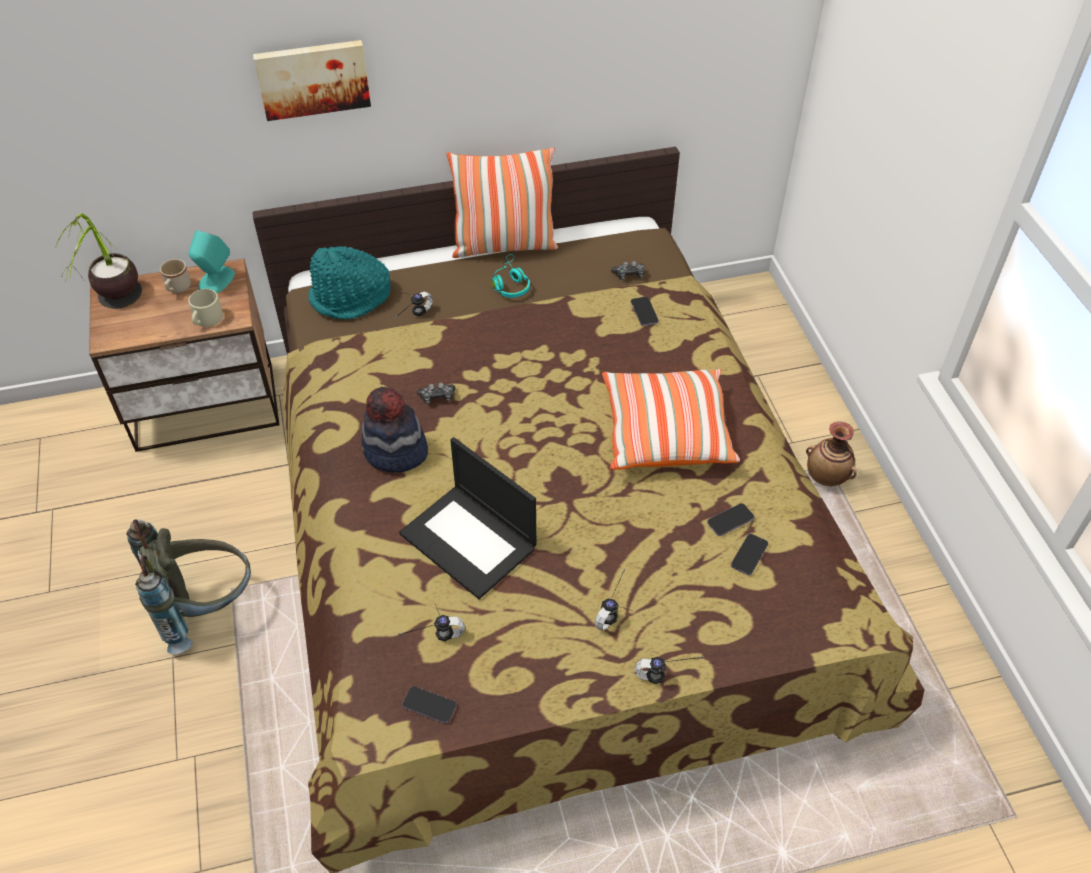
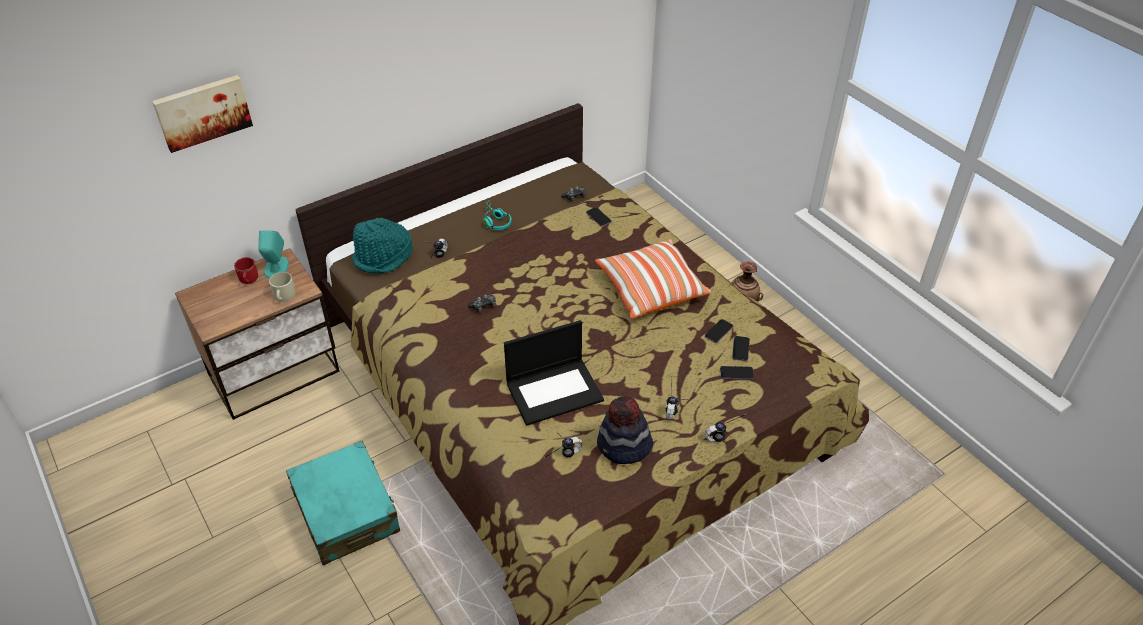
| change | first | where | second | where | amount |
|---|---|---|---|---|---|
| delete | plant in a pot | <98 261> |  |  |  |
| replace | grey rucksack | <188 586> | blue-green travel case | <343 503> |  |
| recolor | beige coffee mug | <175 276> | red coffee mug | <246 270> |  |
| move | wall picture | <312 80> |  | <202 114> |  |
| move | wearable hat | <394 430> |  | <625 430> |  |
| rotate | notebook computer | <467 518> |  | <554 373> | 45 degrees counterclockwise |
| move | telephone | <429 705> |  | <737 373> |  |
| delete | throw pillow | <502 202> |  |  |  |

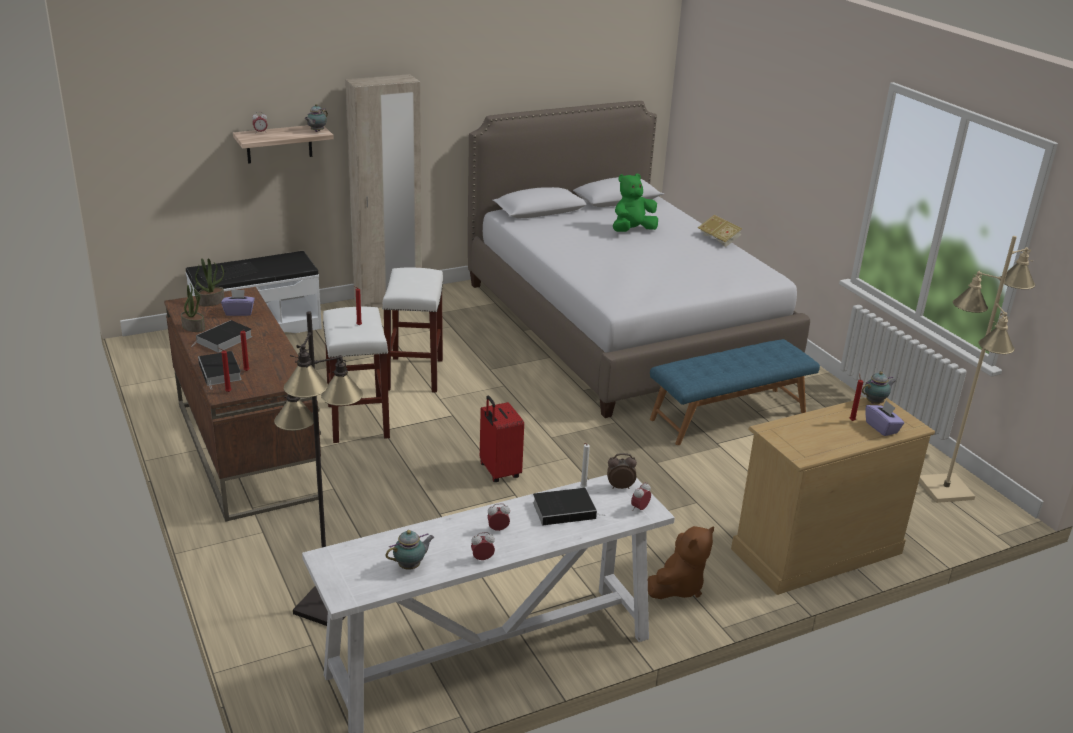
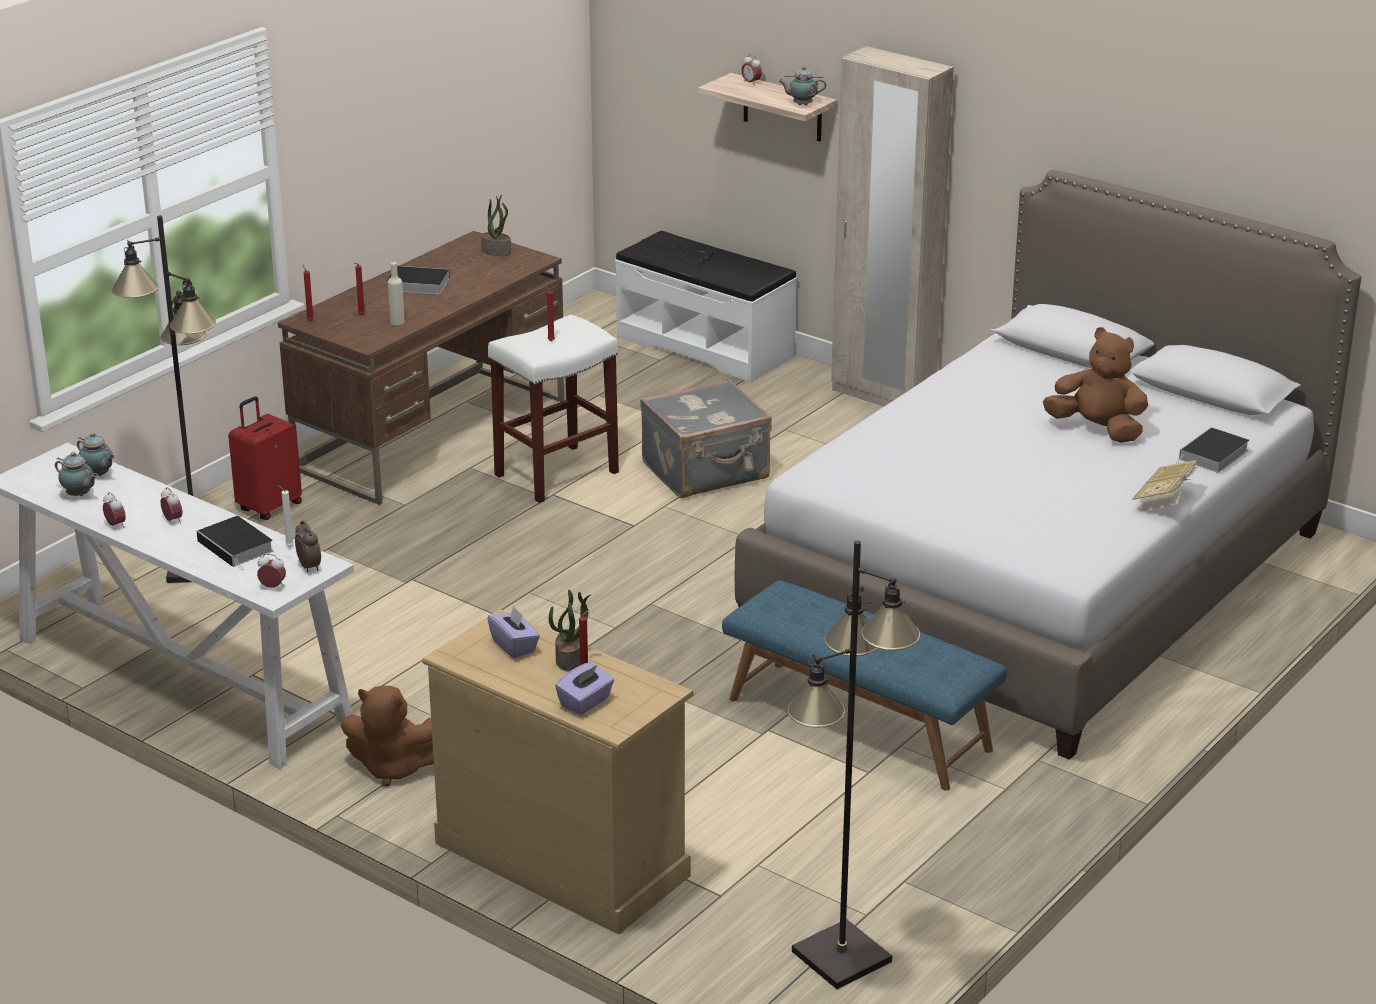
| change | first | where | second | where | amount |
|---|---|---|---|---|---|
| move | plant in a pot | <193 307> |  | <570 630> |  |
| move | volume | <220 370> |  | <1212 450> |  |
| move | purplish tissue box | <238 303> |  | <513 631> |  |
| replace | whitish sitting stool | <412 330> | grey travel case | <706 438> |  |
| move | red travel case | <502 439> |  | <265 458> |  |
| recolor | green-coloured soft toy | <635 202> | brown soft toy | <1095 385> |  |
| move | teapot | <879 387> |  | <96 454> |  |
| recolor | beige standing lamp | <977 369> | black-coloured standing lamp | <854 765> |  |
| insert |  |  | beige bottle | <396 293> |  |

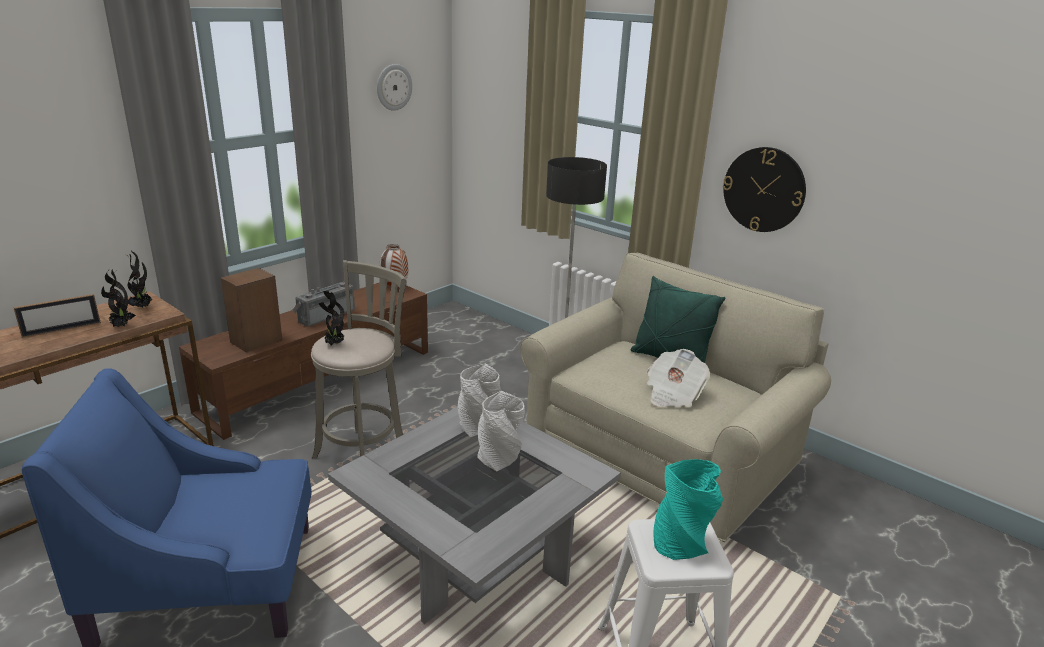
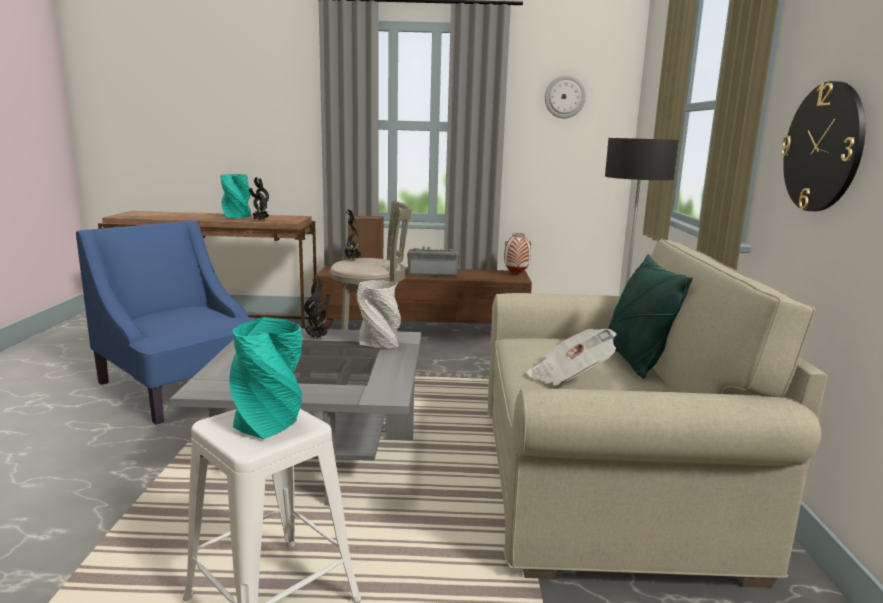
| change | first | where | second | where | amount |
|---|---|---|---|---|---|
| replace | photo frame | <57 316> | blue-green decorative vase | <235 196> |  |
| move | plant in a pot | <138 279> |  | <317 308> |  |
| delete | grey decorative vase | <501 431> |  |  |  |

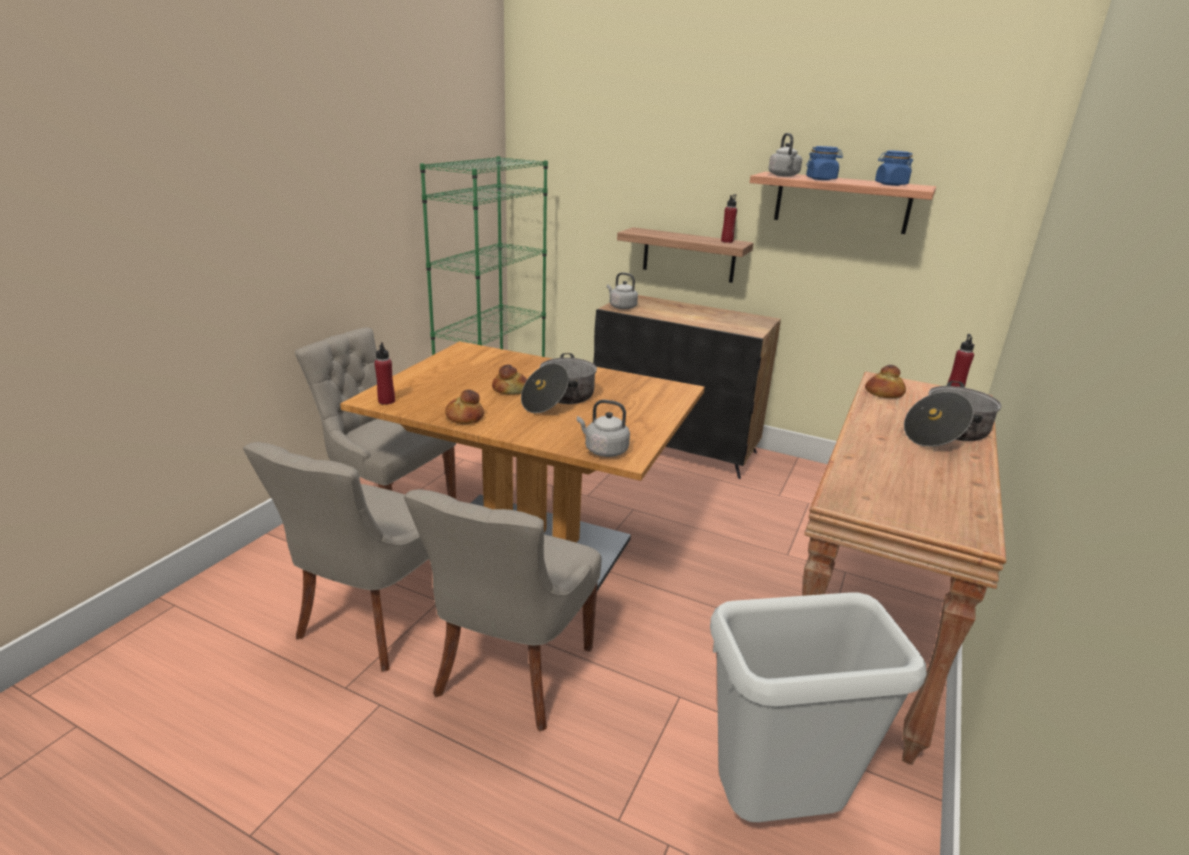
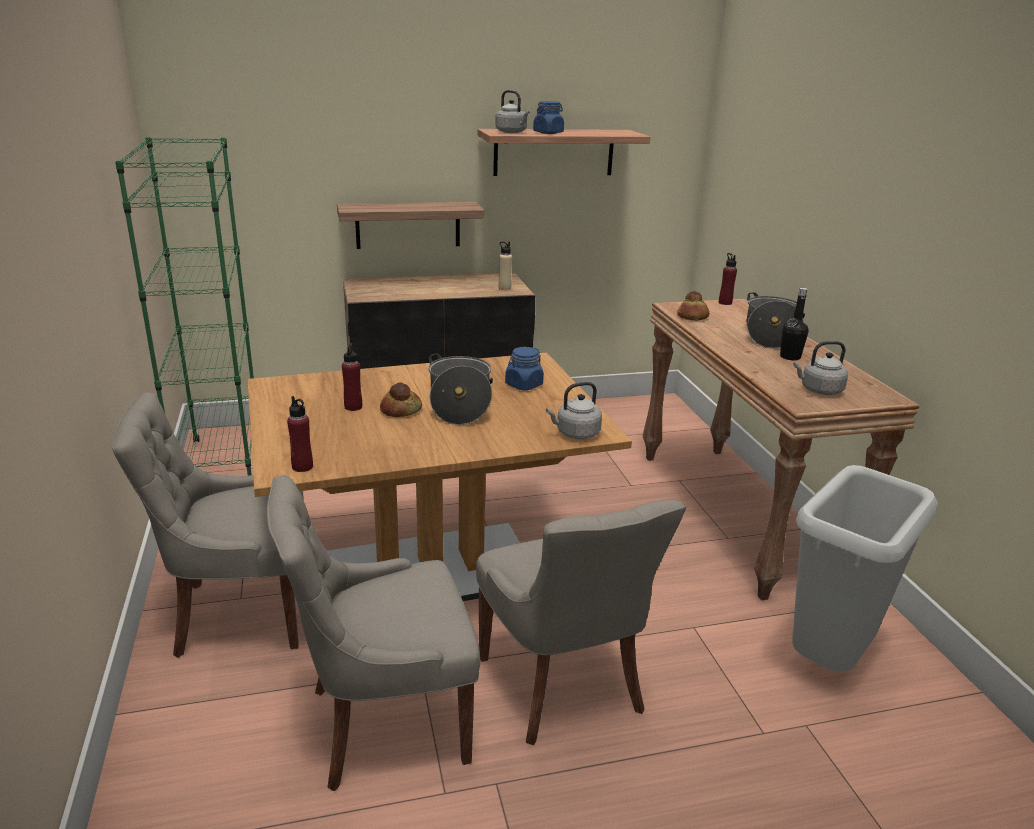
| change | first | where | second | where | amount |
|---|---|---|---|---|---|
| rotate | grey upright chair | <336 557> |  | <373 633> | 90 degrees clockwise |
| delete | bread | <464 407> |  |  |  |
| move | grey water kettle | <622 290> |  | <820 368> |  |
| move | red bottle | <729 218> |  | <352 377> |  |
| move | blue preserve jar | <894 168> |  | <524 368> |  |
| insert |  |  | beige bottle | <505 266> |  |
| insert |  |  | black-coloured bottle | <794 324> |  |

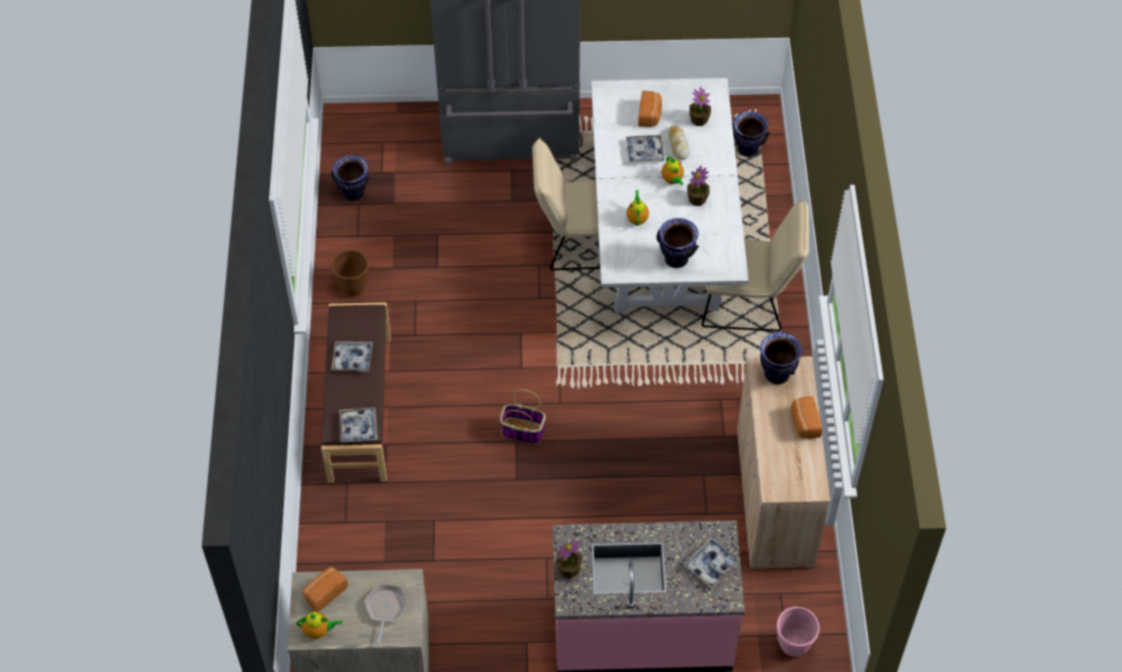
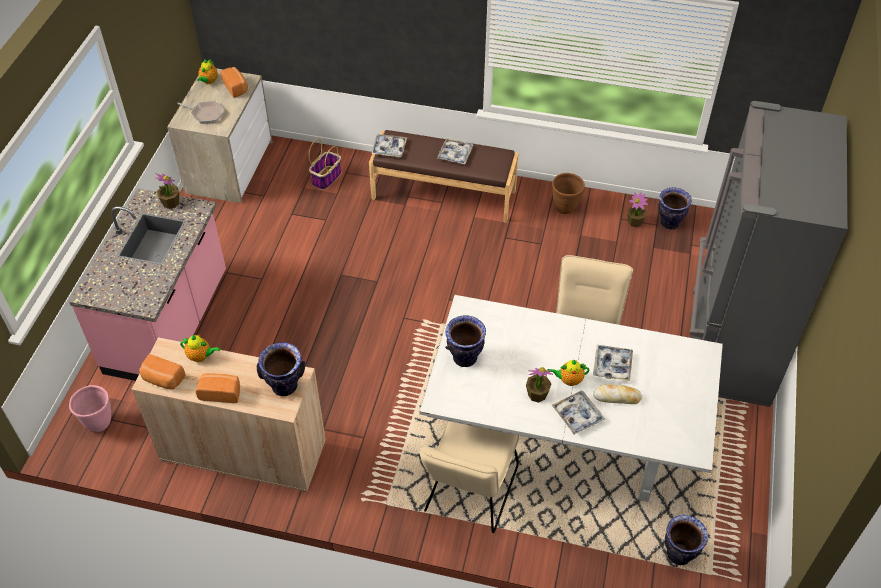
| change | first | where | second | where | amount |
|---|---|---|---|---|---|
| move | household basket | <523 416> |  | <325 164> |  |
| move | teapot | <637 208> |  | <200 348> |  |
| move | bread | <650 109> |  | <162 372> |  |
| move | tray | <712 562> |  | <578 412> |  |
| move | plant in a pot | <700 106> |  | <637 209> |  |

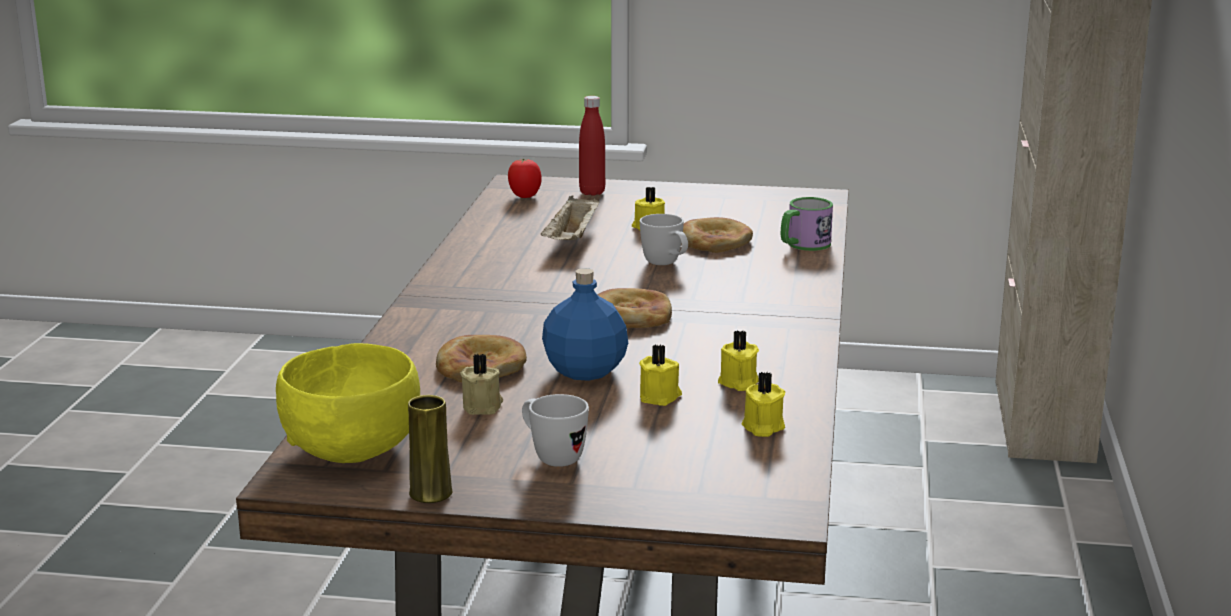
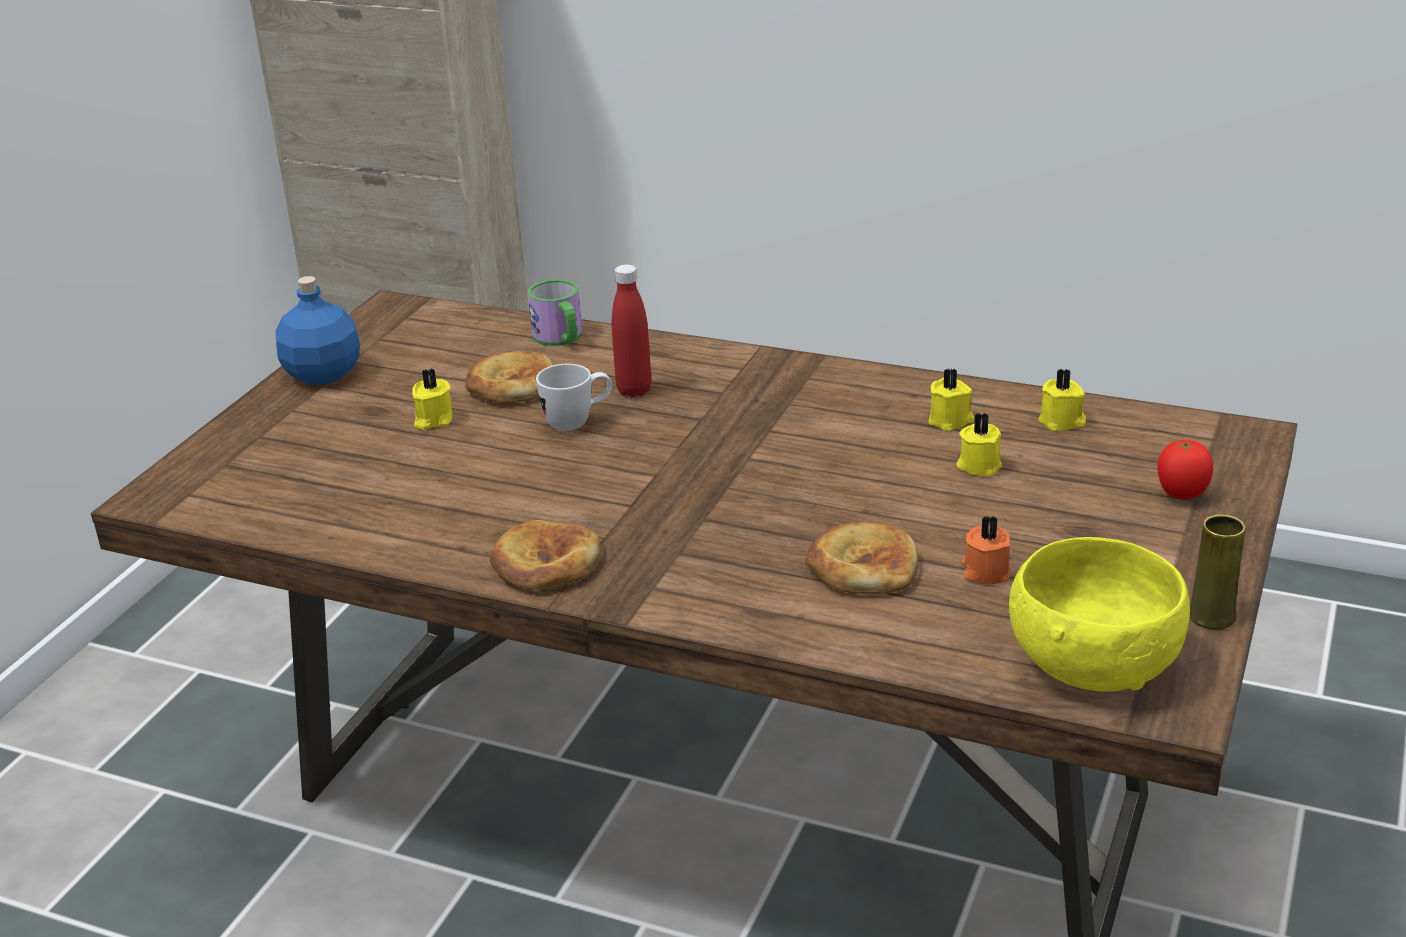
| change | first | where | second | where | amount |
|---|---|---|---|---|---|
| recolor | beige wax candle | <481 384> | orange wax candle | <986 550> |  |
| move | tomato | <525 178> |  | <1185 469> |  |
| delete | whitish coffee mug | <555 430> |  |  |  |
| delete | beige tray | <570 218> |  |  |  |
| move | blue bottle | <585 324> |  | <317 330> |  |
| move | red bottle | <592 146> |  | <631 330> |  |
| move | bread | <635 308> |  | <546 555> |  |

